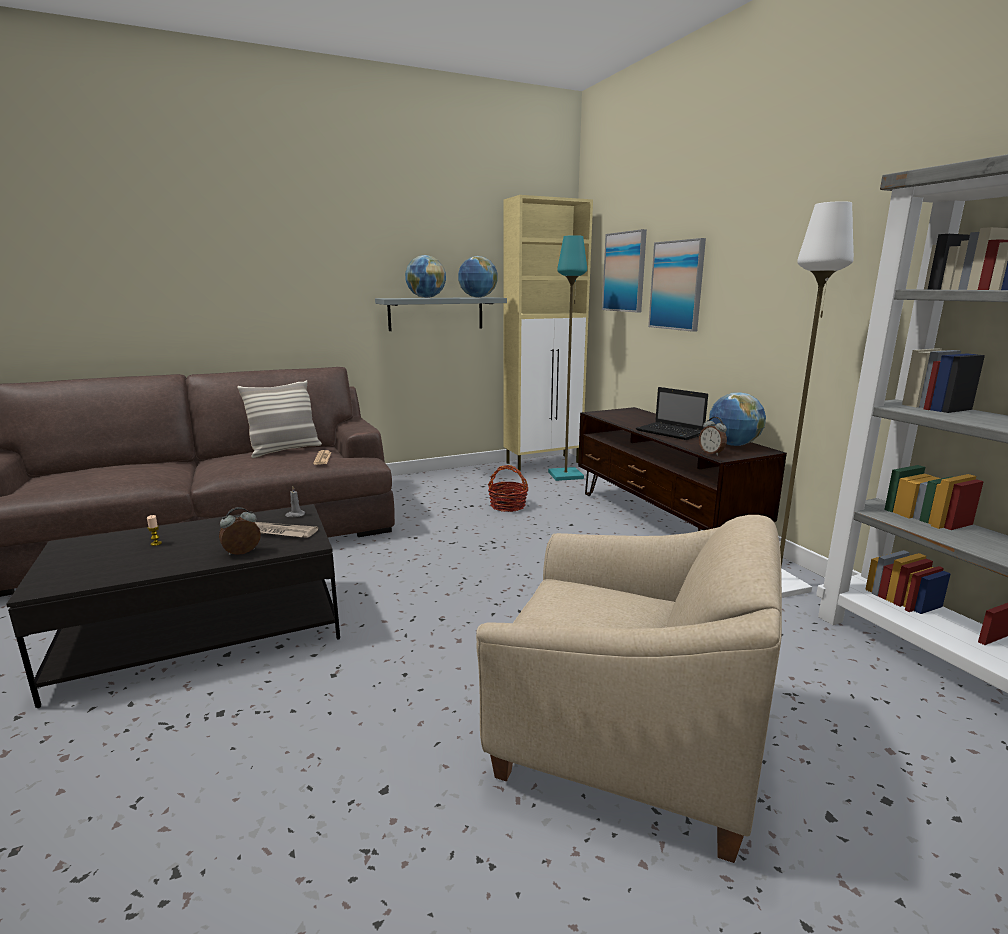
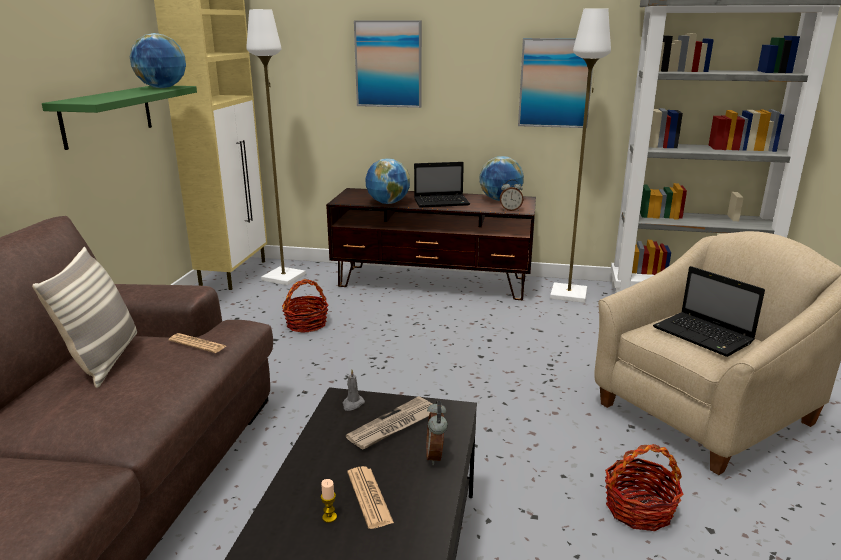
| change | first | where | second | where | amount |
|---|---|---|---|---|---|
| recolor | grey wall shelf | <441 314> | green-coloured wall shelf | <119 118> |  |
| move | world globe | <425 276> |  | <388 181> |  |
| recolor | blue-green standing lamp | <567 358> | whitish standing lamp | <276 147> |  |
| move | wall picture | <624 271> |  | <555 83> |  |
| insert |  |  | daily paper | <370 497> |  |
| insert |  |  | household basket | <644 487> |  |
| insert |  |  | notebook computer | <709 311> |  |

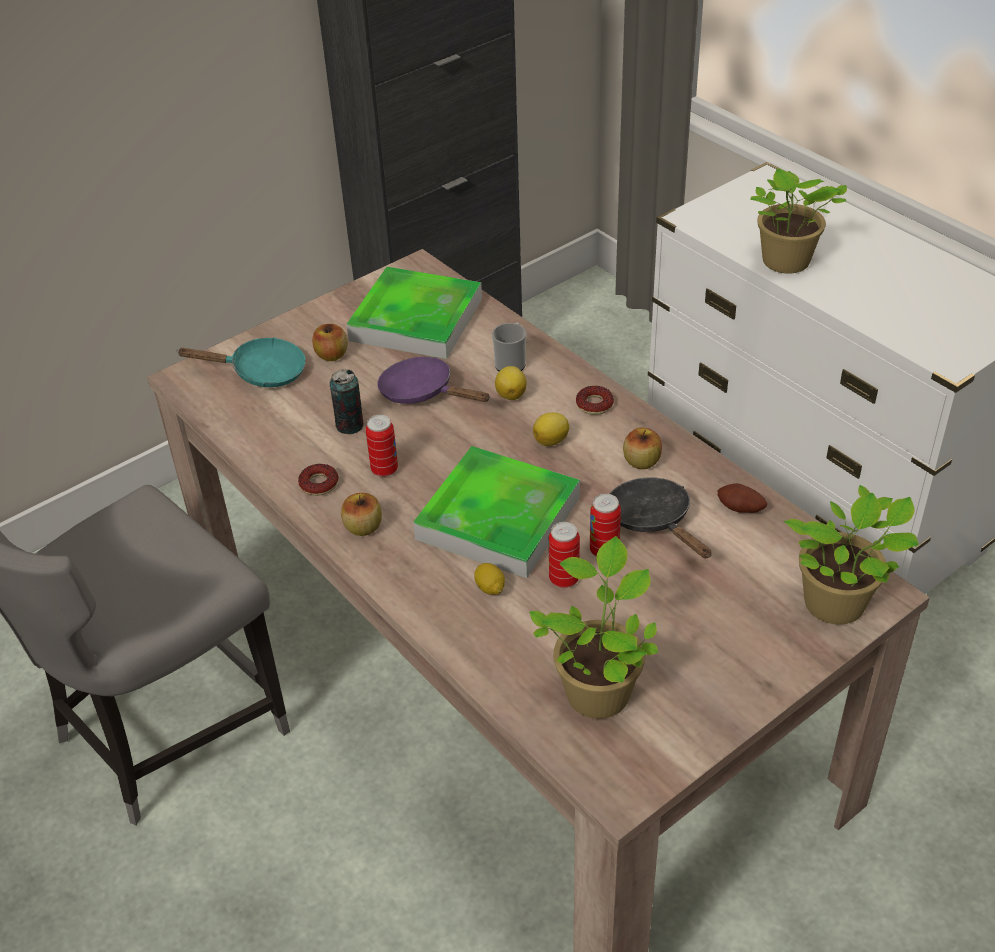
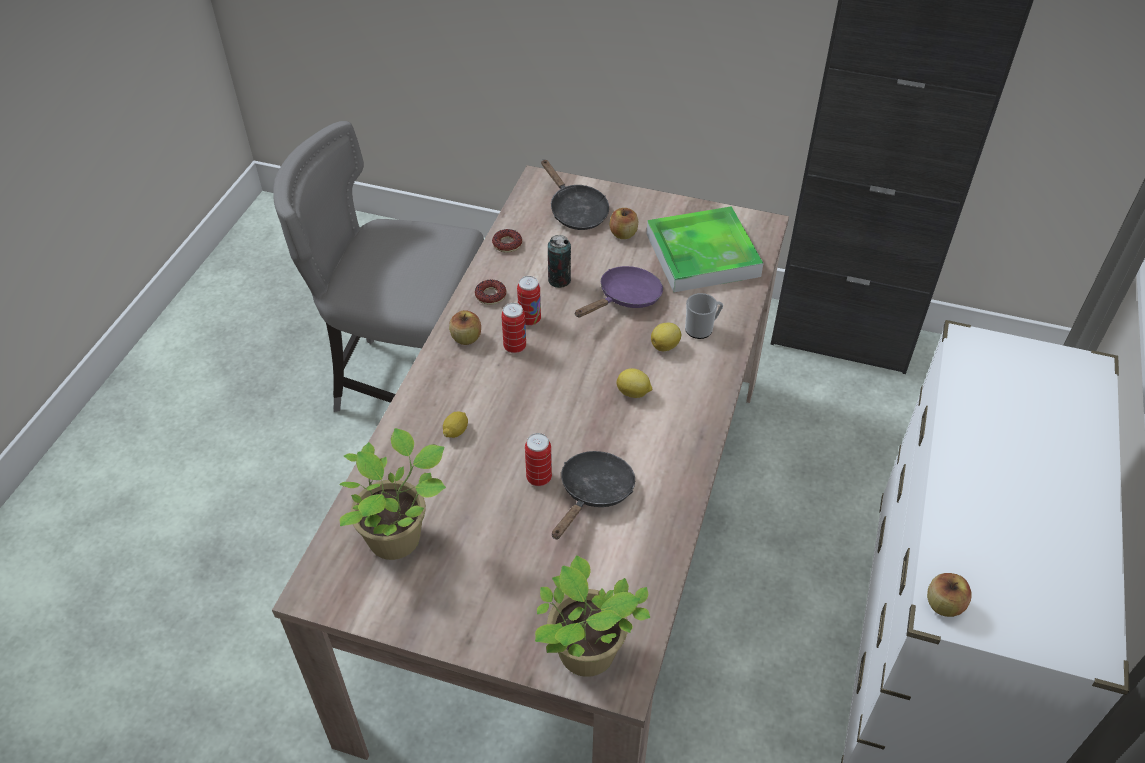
| change | first | where | second | where | amount |
|---|---|---|---|---|---|
| recolor | blue-green skillet | <241 362> | black-coloured skillet | <575 194> |  |
| rotate | purplish skillet | <433 380> |  | <619 292> | 45 degrees clockwise |
| delete | tray | <496 512> |  |  |  |
| move | sealed can | <564 555> |  | <513 328> |  |
| move | donut | <595 400> |  | <507 241> |  |
| move | whole apple | <642 448> |  | <949 595> |  |
| delete | whole potato | <742 498> |  |  |  |
| delete | plant in a pot | <798 221> |  |  |  |

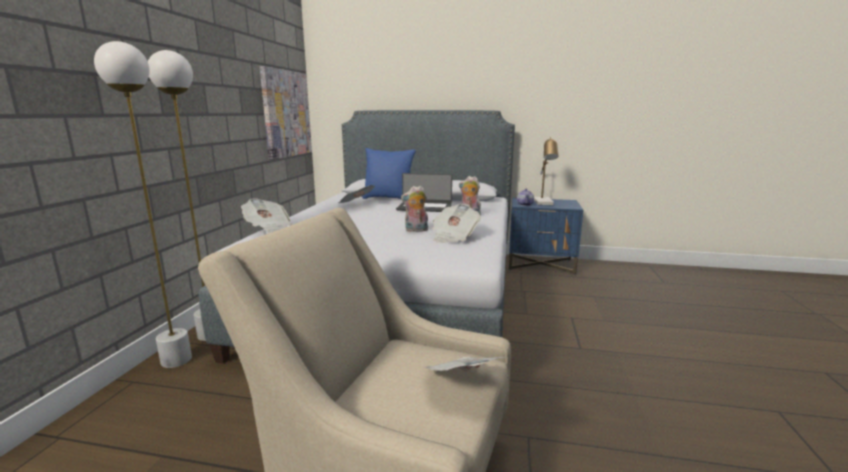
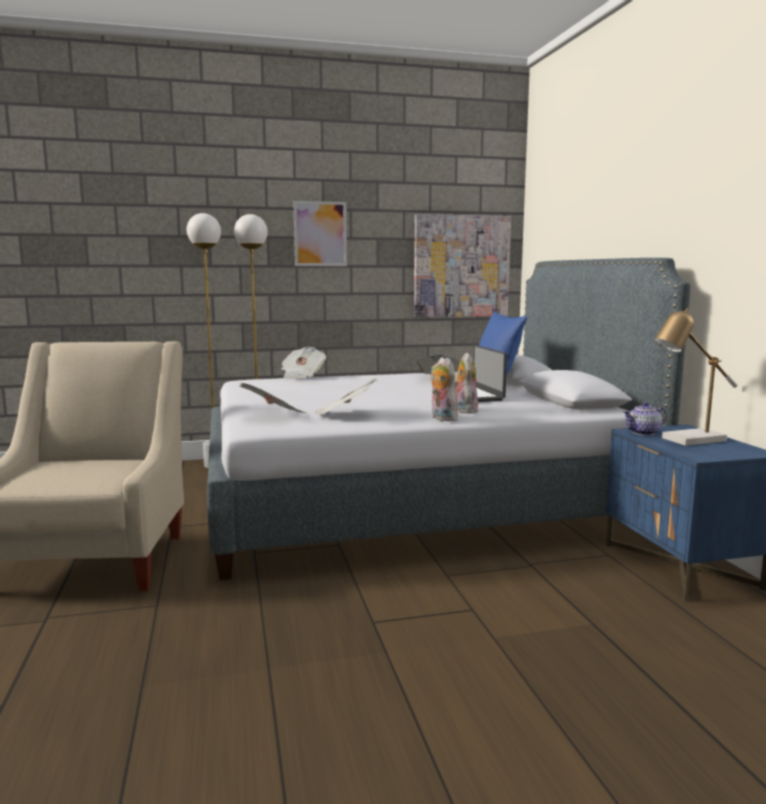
| change | first | where | second | where | amount |
|---|---|---|---|---|---|
| move | soft toy | <414 209> |  | <444 389> |  |
| move | daily paper | <466 363> |  | <273 398> |  |
| insert |  |  | wall picture | <320 233> |  |

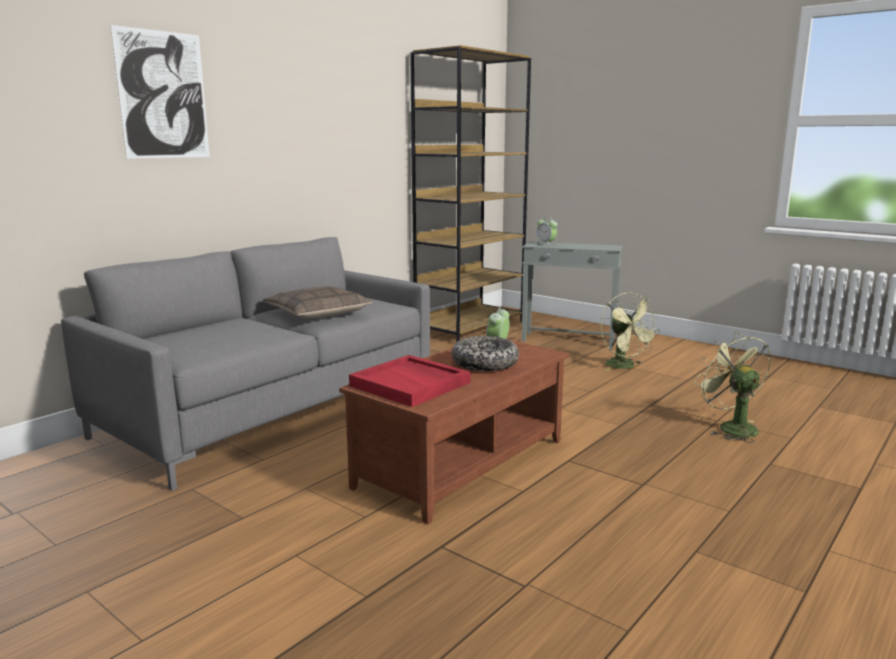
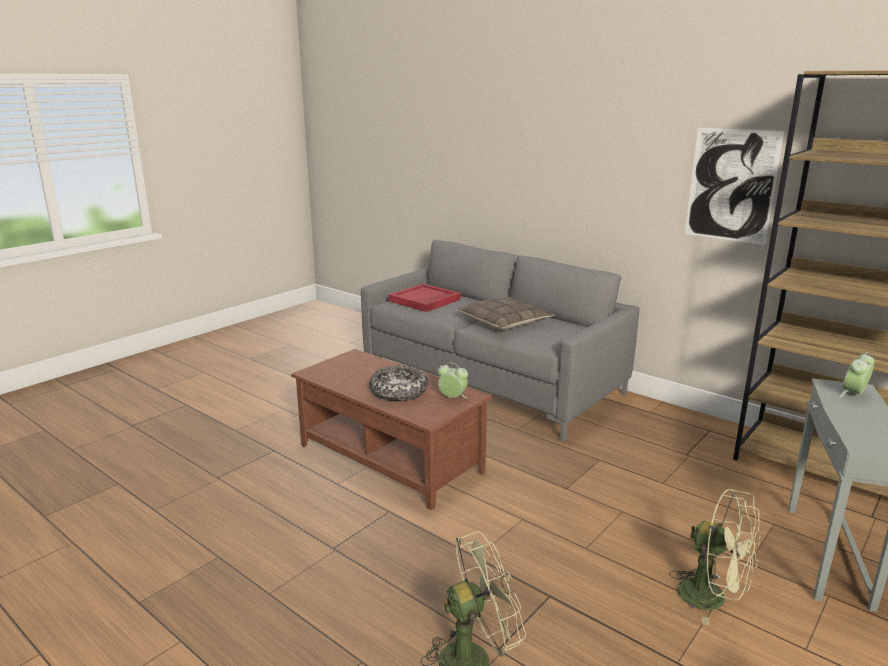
| change | first | where | second | where | amount |
|---|---|---|---|---|---|
| move | wall picture | <160 92> |  | <734 186> |  |
| move | red tray | <410 381> |  | <425 298> |  |
| rotate | green-coloured electric fan | <630 332> |  | <715 557> | 120 degrees counterclockwise |

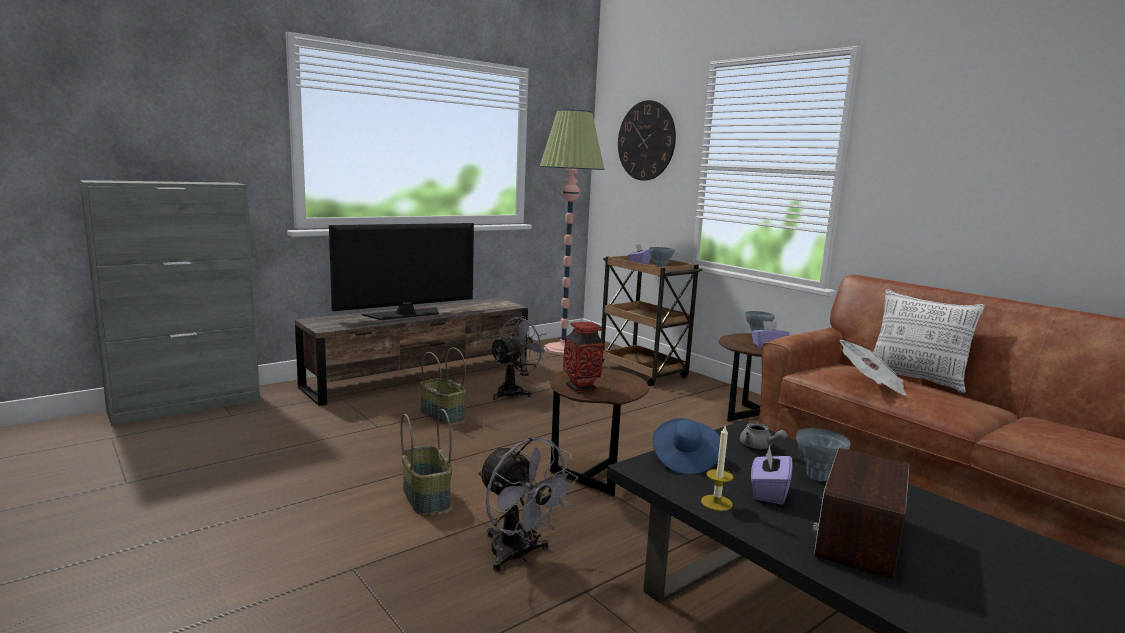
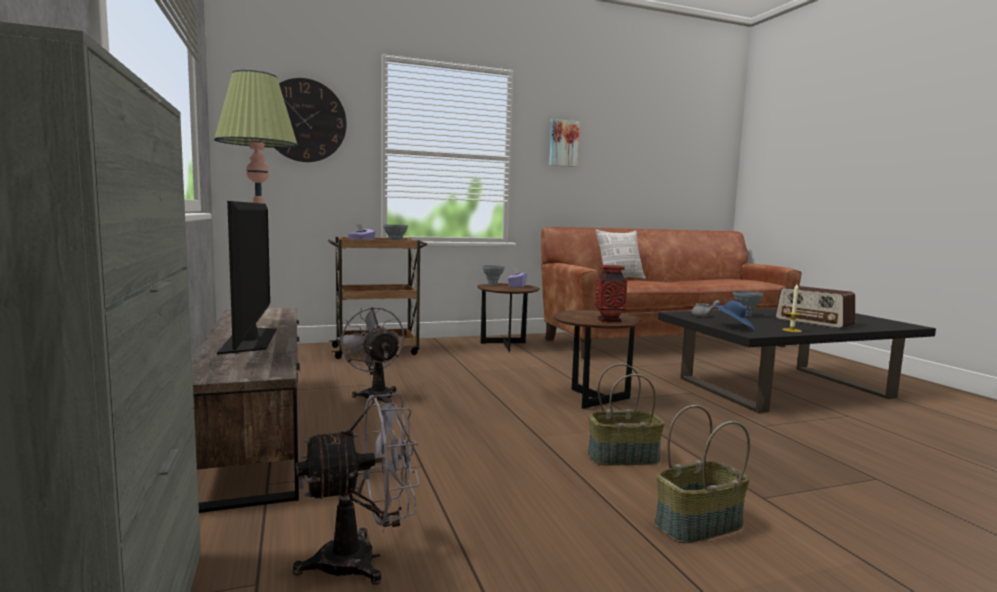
| change | first | where | second | where | amount |
|---|---|---|---|---|---|
| move | household basket | <442 386> |  | <702 474> |  |
| move | grey electric fan | <528 504> |  | <356 489> |  |
| delete | purplish tissue box | <771 475> |  |  |  |
| delete | daily paper | <872 368> |  |  |  |
| insert |  |  | wall picture | <564 143> |  |

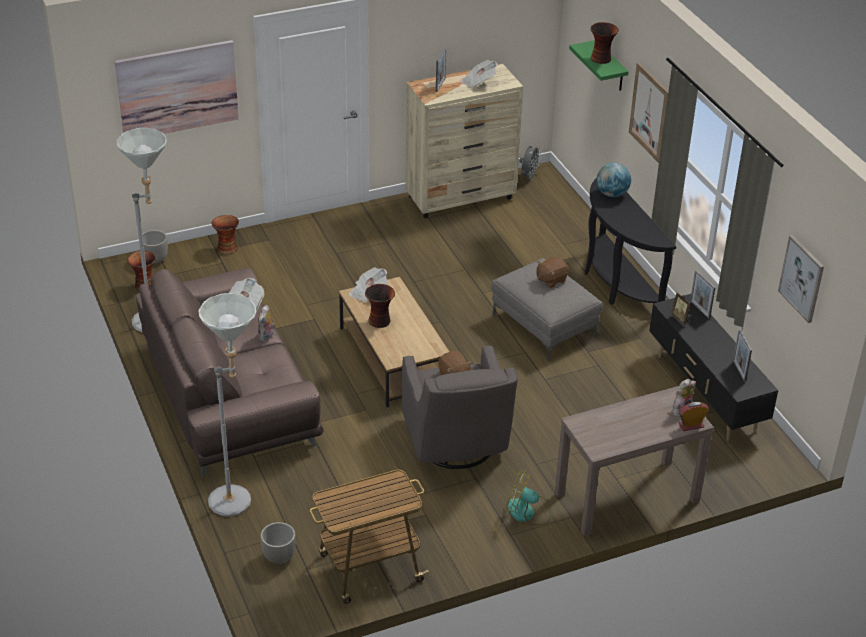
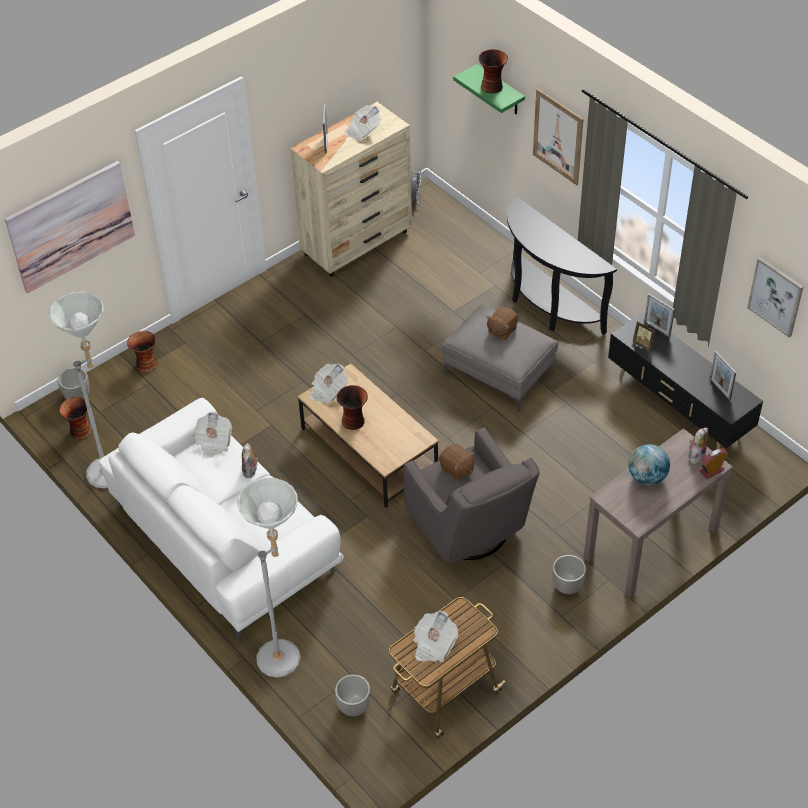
| change | first | where | second | where | amount |
|---|---|---|---|---|---|
| recolor | brown settee | <230 372> | whitish settee | <221 518> |  |
| replace | electric fan | <528 497> | planter | <569 574> |  |
| move | world globe | <614 180> |  | <649 464> |  |
| insert |  |  | daily paper | <435 636> |  |

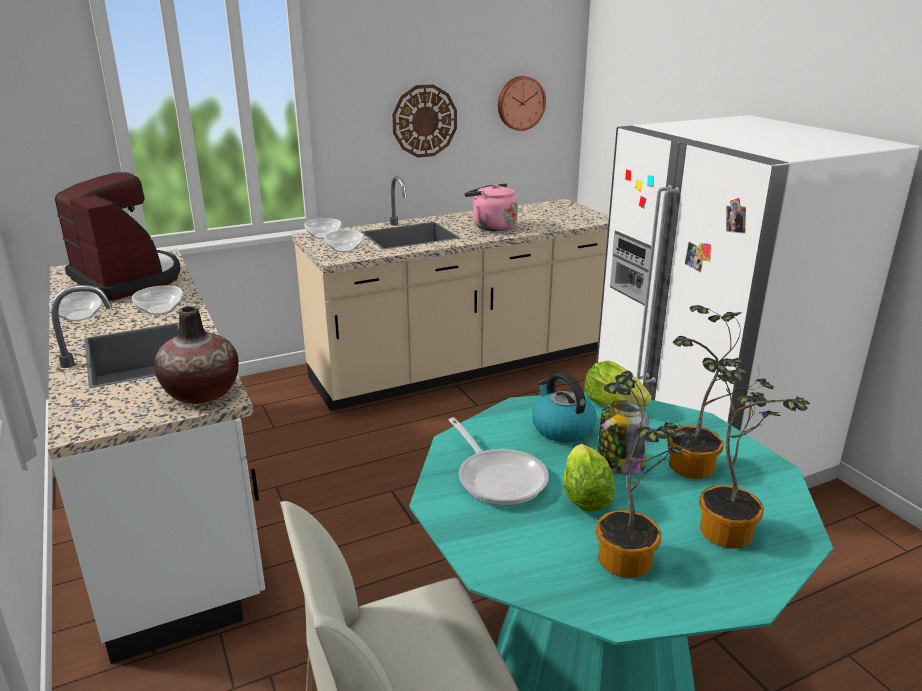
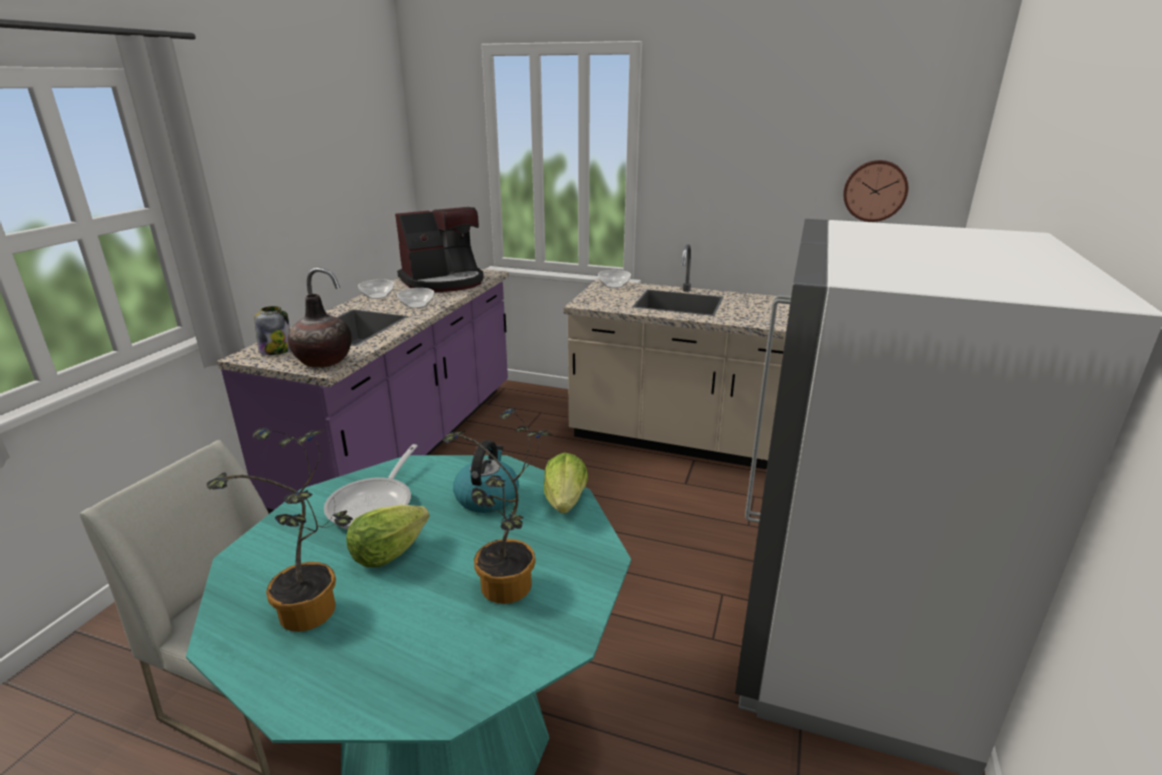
| change | first | where | second | where | amount |
|---|---|---|---|---|---|
| recolor | whitish counter | <156 457> | purplish counter | <363 390> |  |
| rotate | coffee machine | <117 236> |  | <439 249> | 60 degrees clockwise |
| delete | deep dish | <343 241> |  |  |  |
| delete | hanging clock | <424 121> |  |  |  |
| delete | pink water kettle | <491 207> |  |  |  |
| move | preserve jar | <623 437> |  | <272 330> |  |
| delete | plant in a pot | <754 453> |  |  |  |

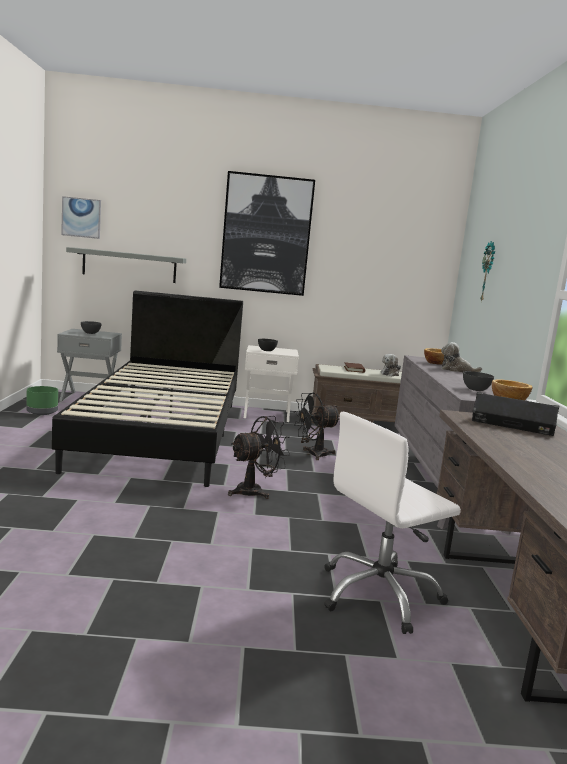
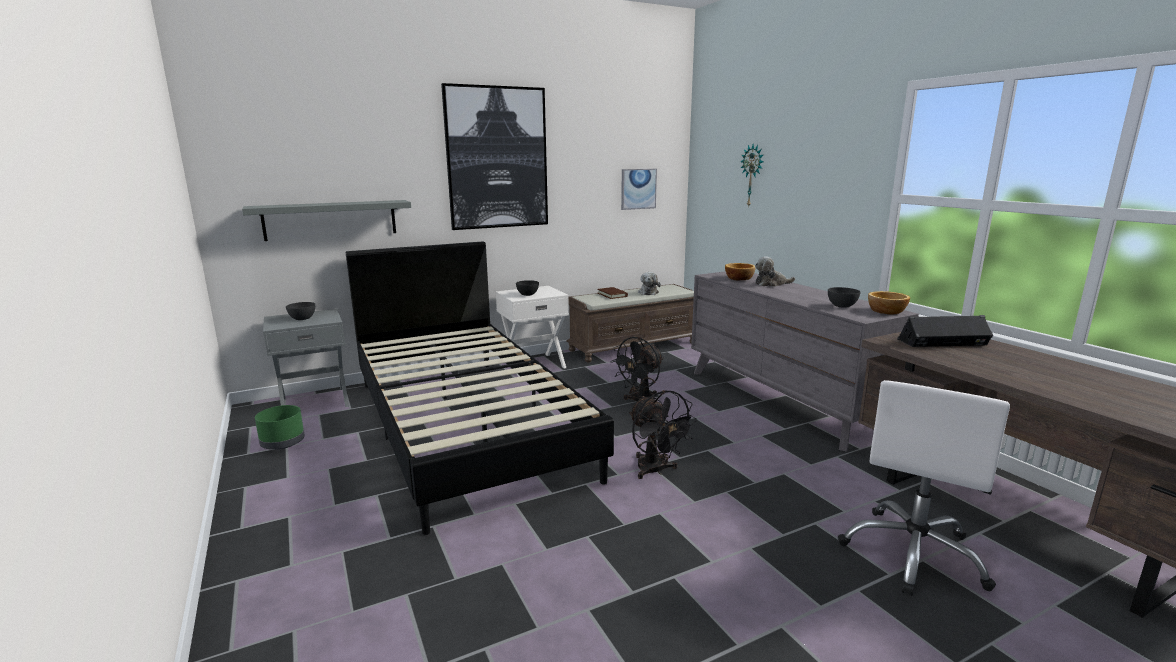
| change | first | where | second | where | amount |
|---|---|---|---|---|---|
| move | wall picture | <81 217> |  | <639 189> |  |
| rotate | black-coloured electric fan | <259 457> |  | <663 434> | 120 degrees clockwise |

